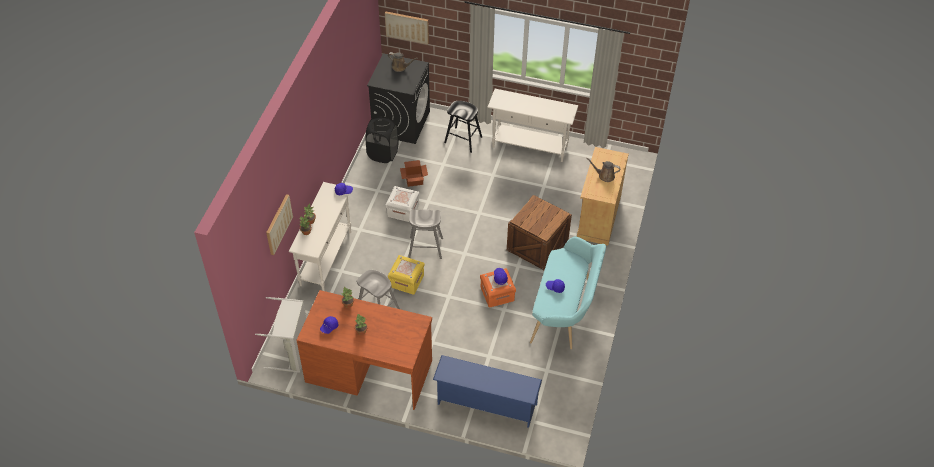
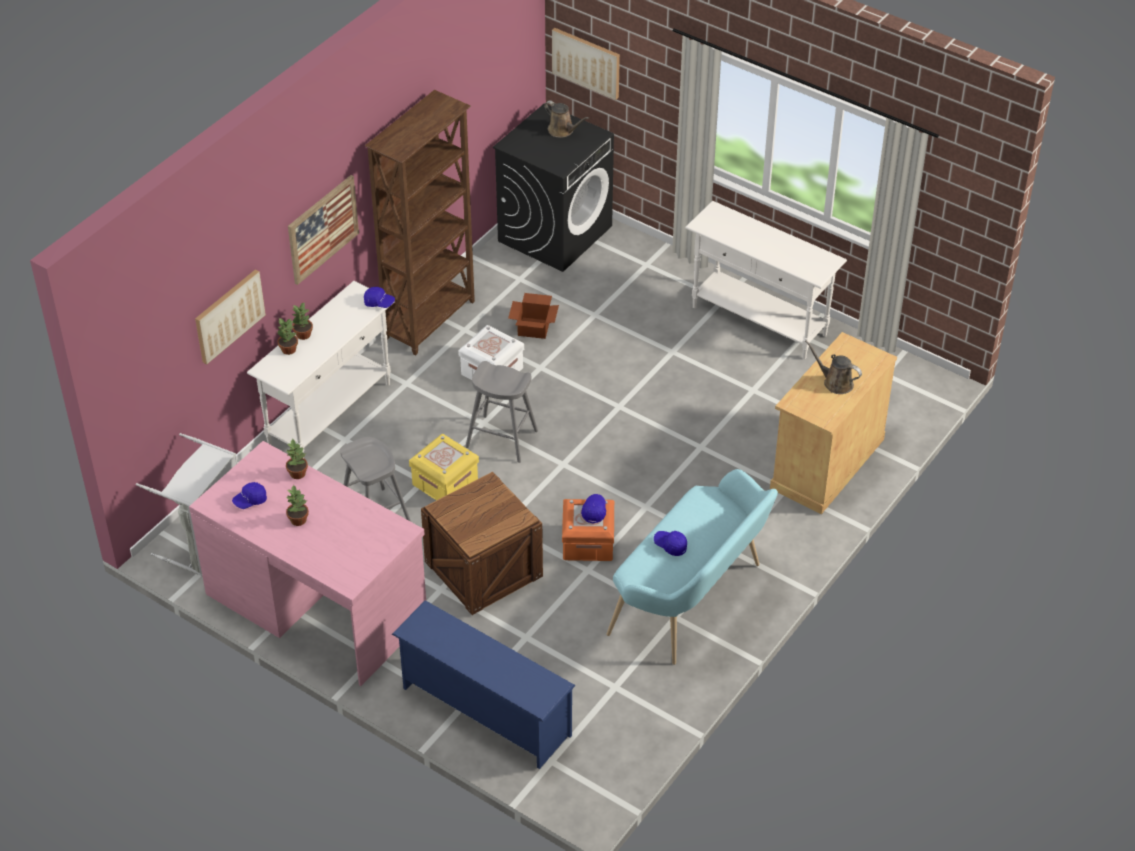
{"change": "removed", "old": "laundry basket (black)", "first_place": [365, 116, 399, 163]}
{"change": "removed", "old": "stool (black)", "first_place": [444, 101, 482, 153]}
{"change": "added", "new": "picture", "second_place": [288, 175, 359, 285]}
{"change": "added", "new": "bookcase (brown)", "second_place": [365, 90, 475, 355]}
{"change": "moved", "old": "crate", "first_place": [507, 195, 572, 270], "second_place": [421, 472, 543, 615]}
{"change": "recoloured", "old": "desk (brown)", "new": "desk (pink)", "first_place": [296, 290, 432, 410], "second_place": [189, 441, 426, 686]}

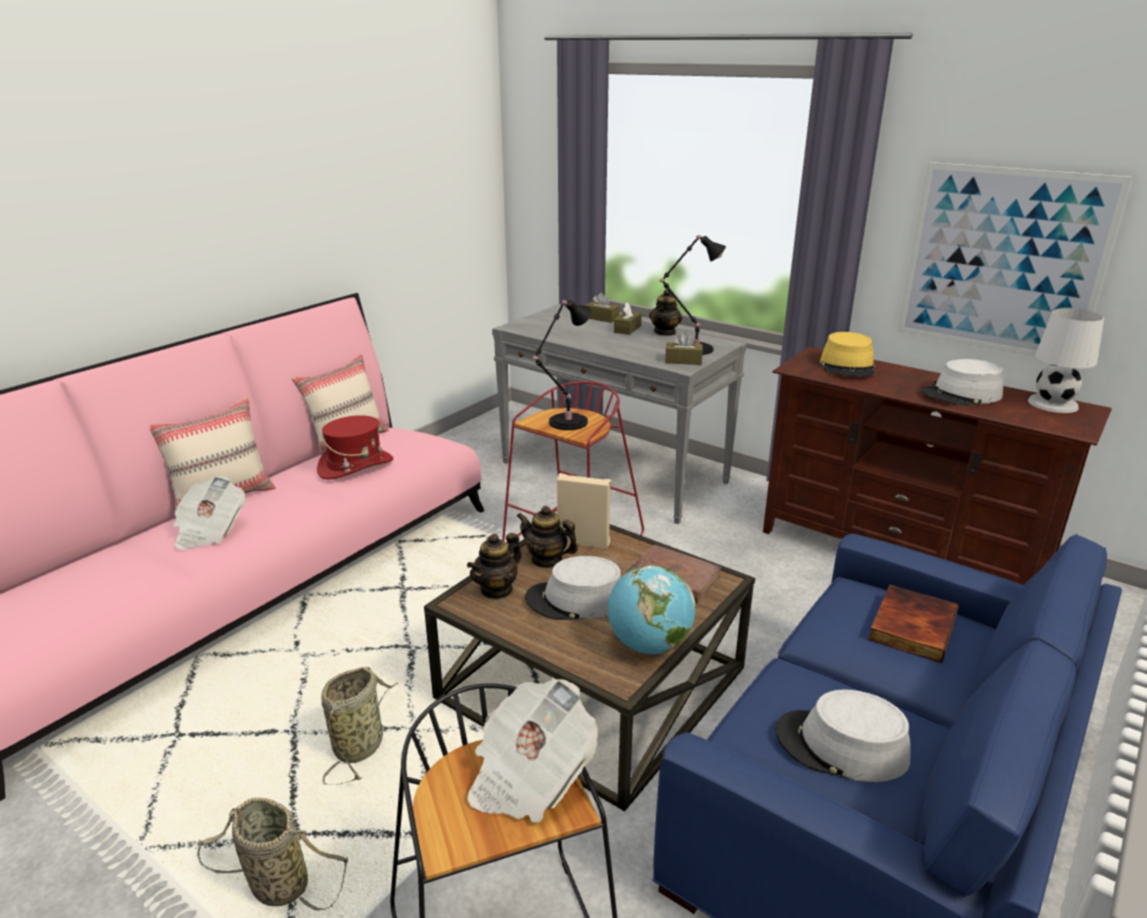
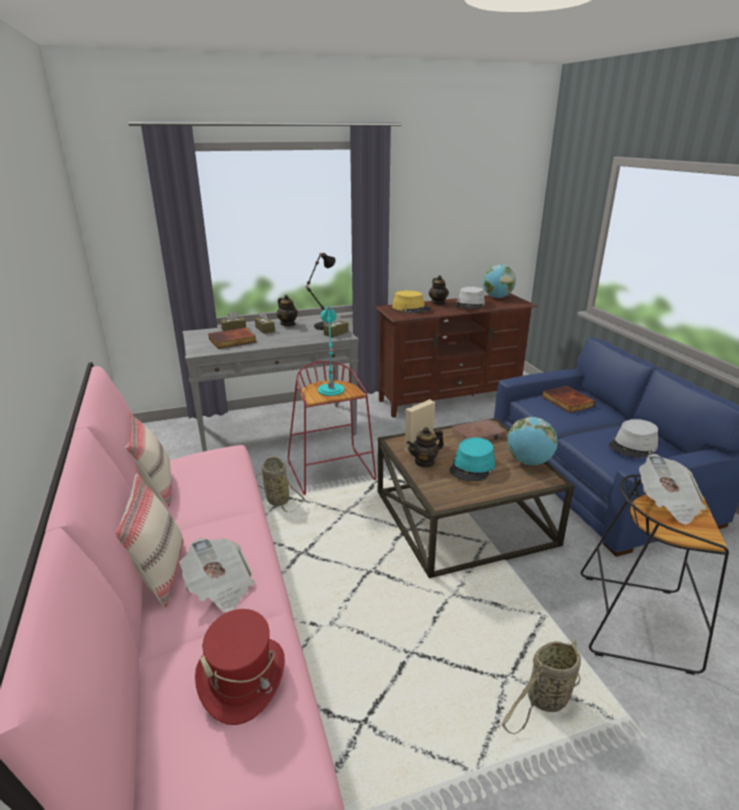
{"change": "removed", "old": "picture", "first_place": [898, 162, 1132, 357]}
{"change": "added", "new": "book", "second_place": [208, 327, 256, 349]}
{"change": "moved", "old": "hat (red)", "first_place": [317, 415, 394, 480], "second_place": [195, 609, 285, 725]}
{"change": "moved", "old": "basket", "first_place": [321, 667, 398, 785], "second_place": [256, 457, 305, 512]}
{"change": "moved", "old": "teapot", "first_place": [467, 533, 522, 600], "second_place": [429, 275, 449, 305]}
{"change": "replaced", "old": "table lamp (white)", "new": "globe", "first_place": [1028, 308, 1104, 413], "second_place": [483, 265, 516, 298]}
{"change": "recoloured", "old": "hat (grey)", "new": "hat (turquoise)", "first_place": [525, 556, 621, 620], "second_place": [449, 437, 495, 481]}
{"change": "recoloured", "old": "table lamp (black)", "new": "table lamp (turquoise)", "first_place": [533, 300, 591, 430], "second_place": [318, 306, 344, 396]}

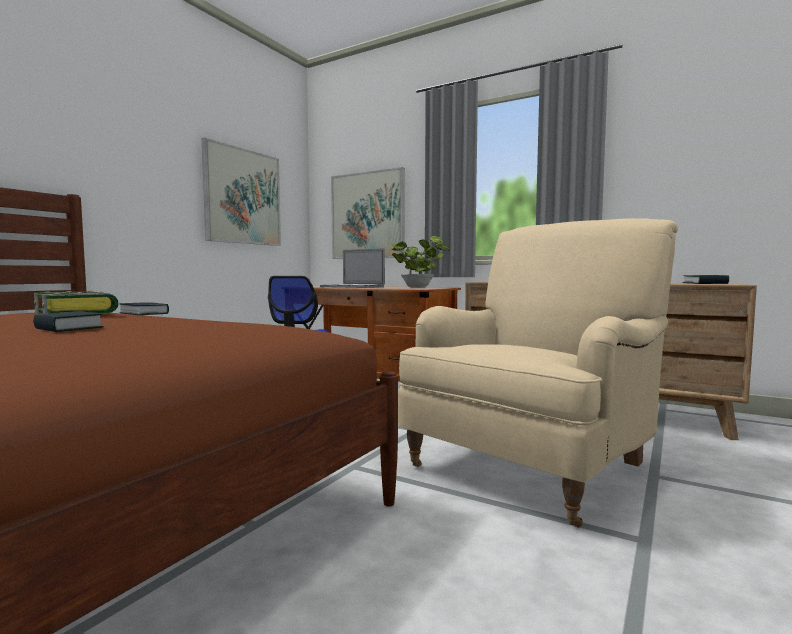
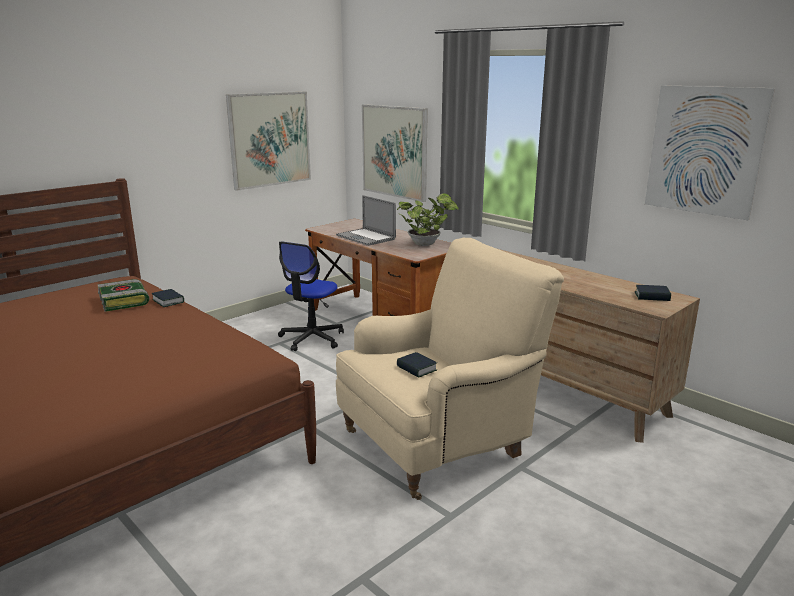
{"change": "added", "new": "picture", "second_place": [645, 85, 775, 220]}
{"change": "moved", "old": "book", "first_place": [33, 312, 103, 332], "second_place": [397, 352, 437, 378]}

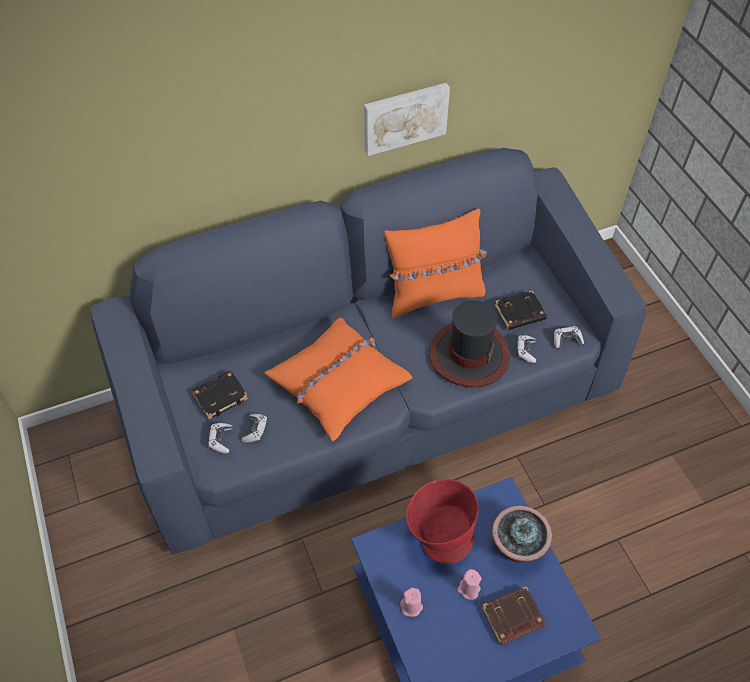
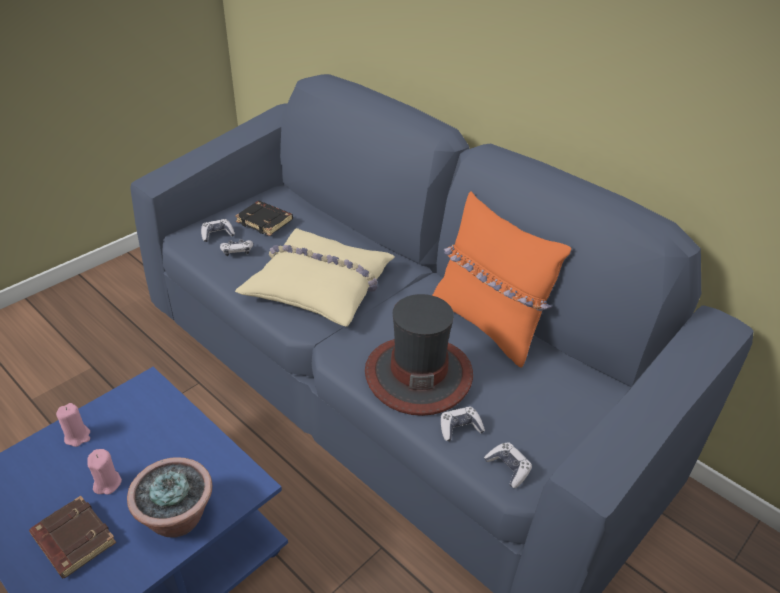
{"change": "removed", "old": "picture", "first_place": [364, 83, 450, 156]}
{"change": "removed", "old": "bowl (red)", "first_place": [406, 479, 478, 564]}
{"change": "removed", "old": "book (black)", "first_place": [495, 290, 547, 330]}
{"change": "recoloured", "old": "pillow (orange)", "new": "pillow (beige)", "first_place": [264, 317, 413, 441], "second_place": [235, 228, 395, 327]}

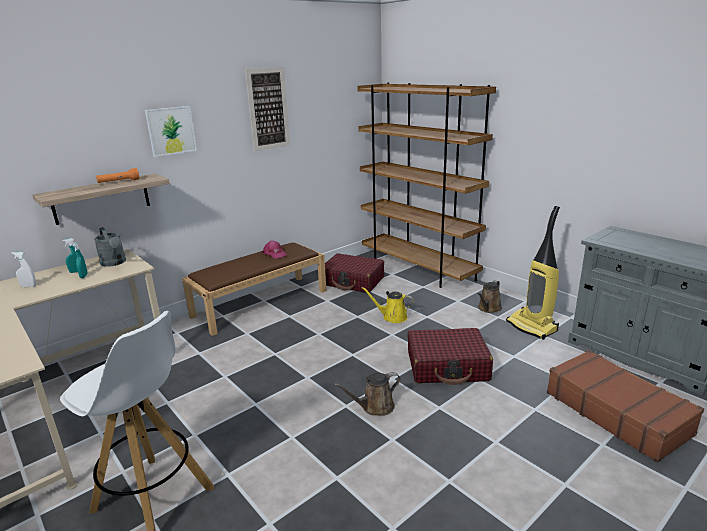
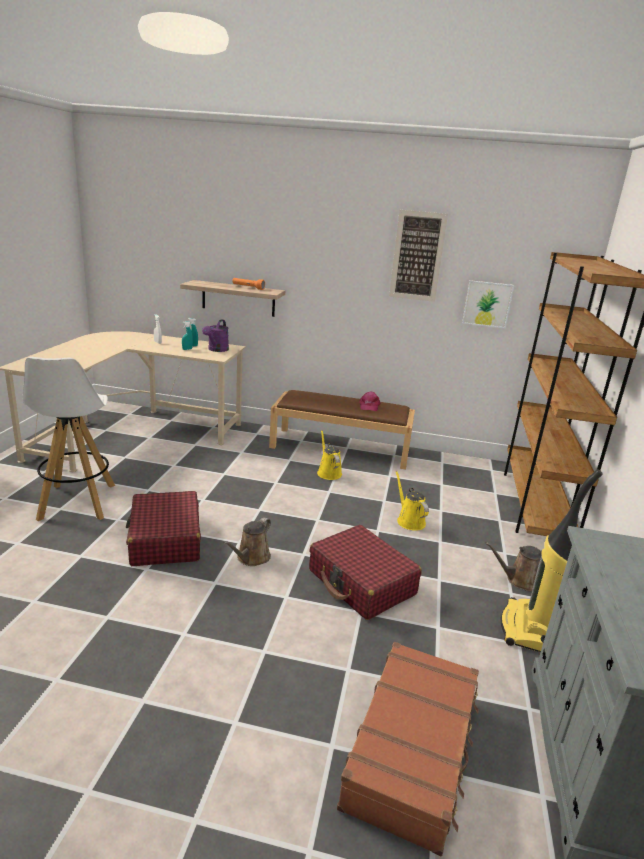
{"change": "added", "new": "watering can (yellow)", "second_place": [317, 430, 342, 480]}
{"change": "moved", "old": "picture", "first_place": [145, 106, 197, 157], "second_place": [462, 280, 514, 329]}
{"change": "moved", "old": "suitcase (red)", "first_place": [325, 253, 384, 293], "second_place": [126, 491, 201, 566]}
{"change": "recoloured", "old": "watering can (grey)", "new": "watering can (purple)", "first_place": [94, 227, 126, 267], "second_place": [202, 319, 229, 352]}
{"change": "turned", "old": "watering can (brown)", "first_place": [334, 372, 401, 416], "second_place": [223, 517, 271, 566], "degrees": -90}

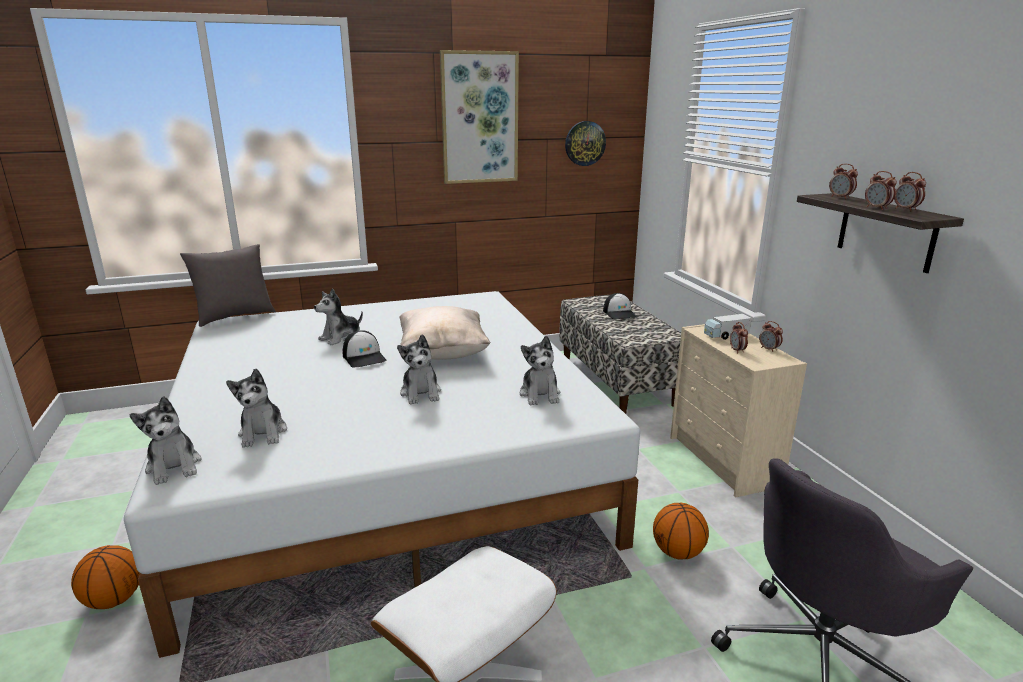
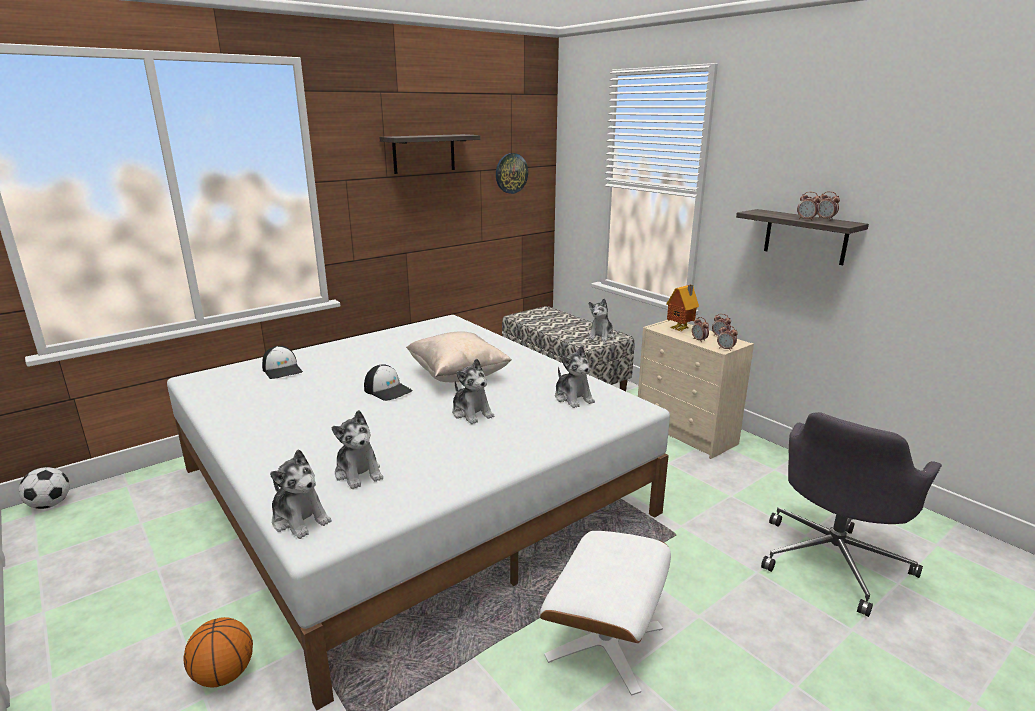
{"change": "removed", "old": "pillow (grey)", "first_place": [180, 244, 276, 327]}
{"change": "removed", "old": "basketball", "first_place": [653, 503, 709, 560]}
{"change": "added", "new": "football", "second_place": [19, 467, 70, 509]}
{"change": "moved", "old": "plush toy", "first_place": [314, 289, 363, 346], "second_place": [588, 298, 614, 342]}
{"change": "moved", "old": "cap", "first_place": [603, 293, 637, 319], "second_place": [262, 346, 303, 379]}
{"change": "moved", "old": "alarm clock", "first_place": [829, 164, 858, 199], "second_place": [717, 325, 738, 351]}
{"change": "replaced", "old": "picture", "new": "shelf", "first_place": [440, 50, 519, 184], "second_place": [379, 134, 480, 174]}
{"change": "replaced", "old": "toy truck", "new": "toy house", "first_place": [704, 314, 752, 340], "second_place": [666, 284, 699, 331]}

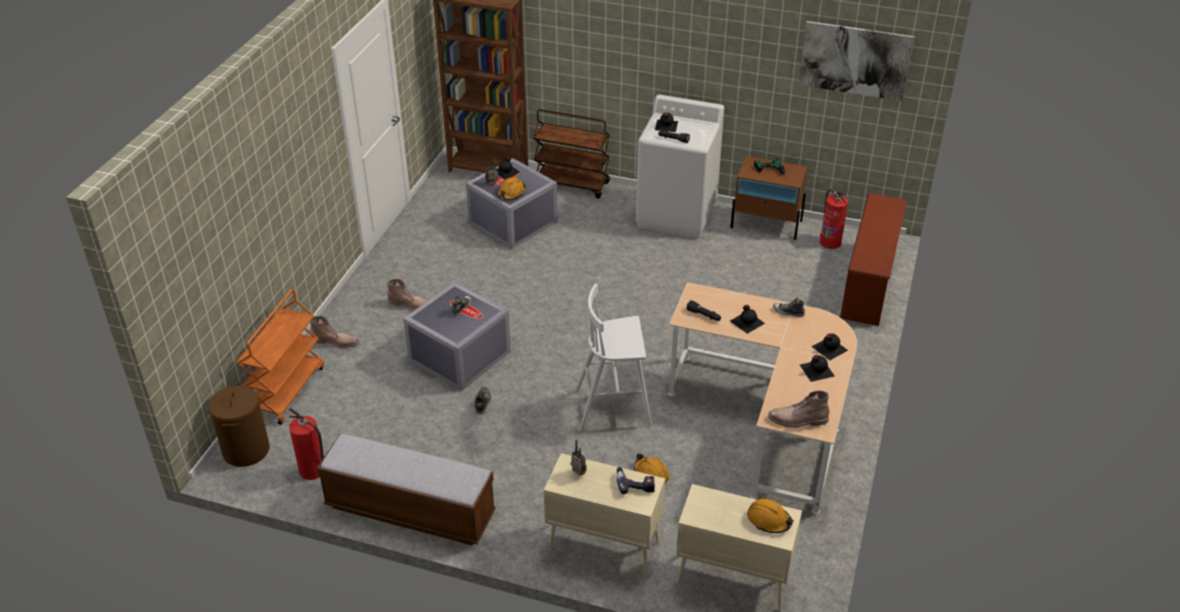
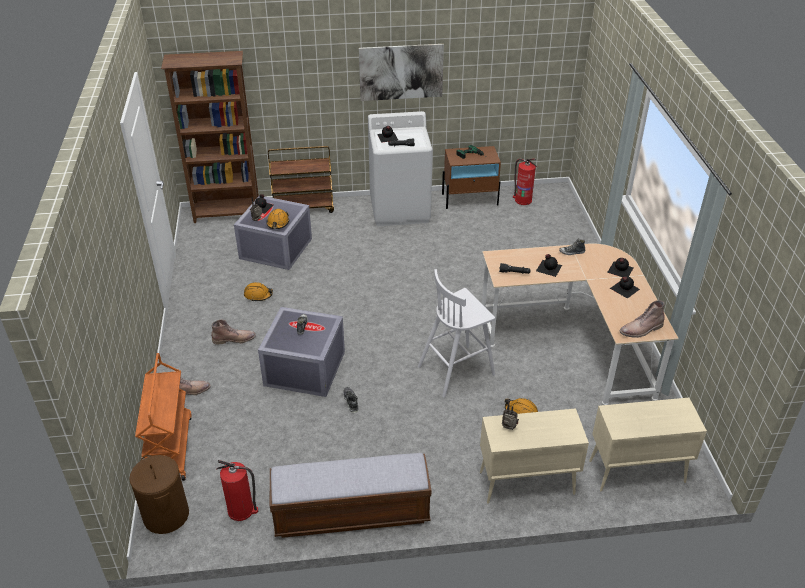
{"change": "removed", "old": "power drill", "first_place": [617, 467, 655, 494]}
{"change": "removed", "old": "shoe rack (brown)", "first_place": [840, 193, 907, 326]}
{"change": "moved", "old": "hard hat (orange)", "first_place": [747, 497, 794, 533], "second_place": [244, 282, 273, 302]}
{"change": "moved", "old": "picture", "first_place": [799, 21, 915, 101], "second_place": [359, 44, 444, 101]}

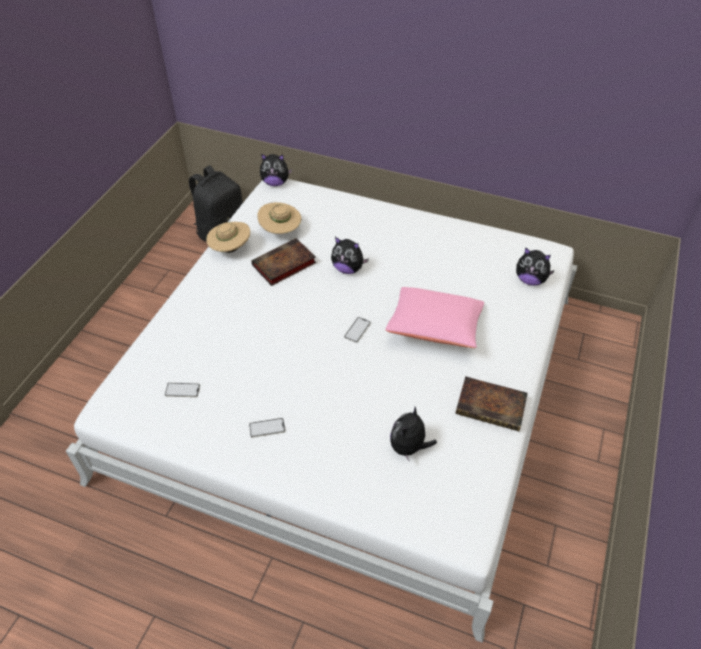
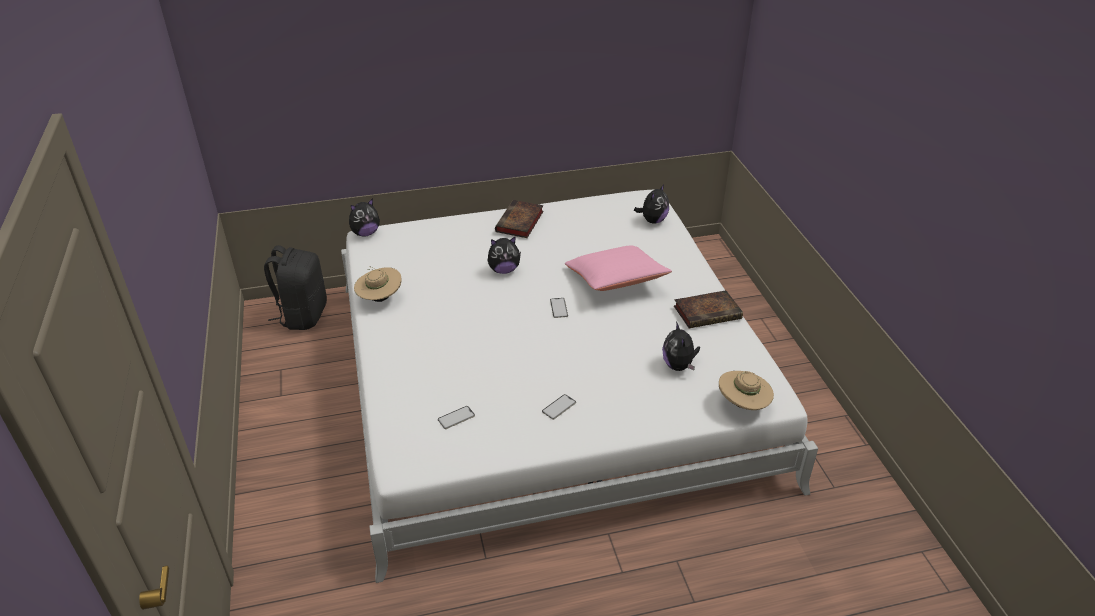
{"change": "moved", "old": "book", "first_place": [251, 238, 316, 286], "second_place": [495, 200, 544, 238]}
{"change": "moved", "old": "hat (beige)", "first_place": [257, 202, 301, 234], "second_place": [719, 371, 774, 410]}
{"change": "turned", "old": "plush toy", "first_place": [516, 247, 555, 286], "second_place": [634, 184, 669, 224], "degrees": -45}

